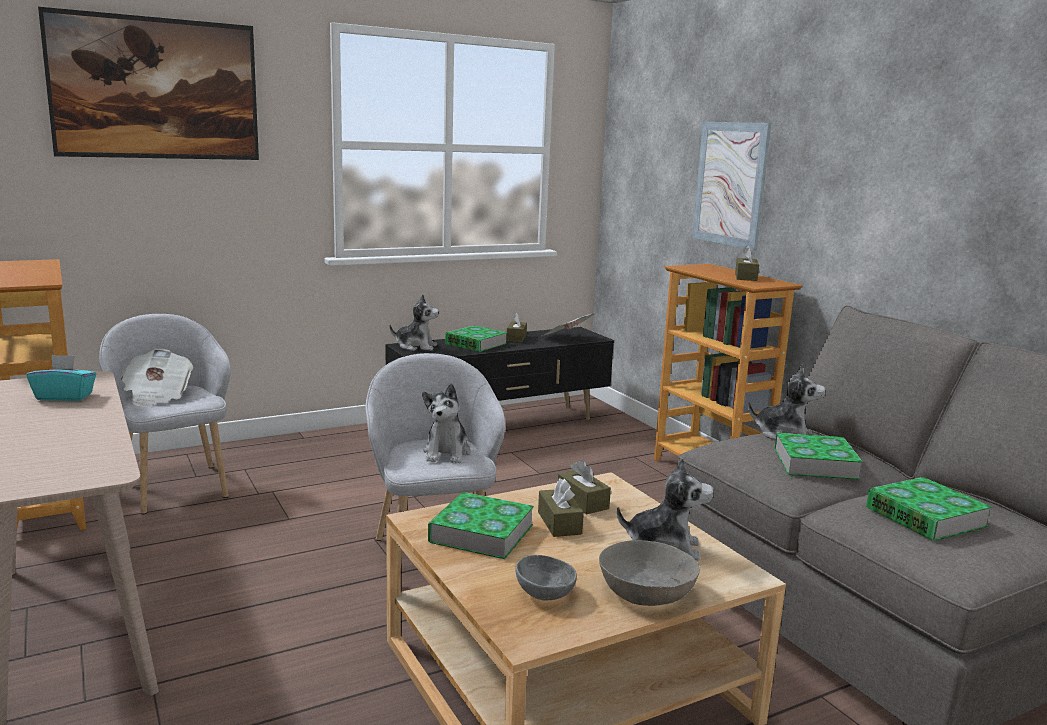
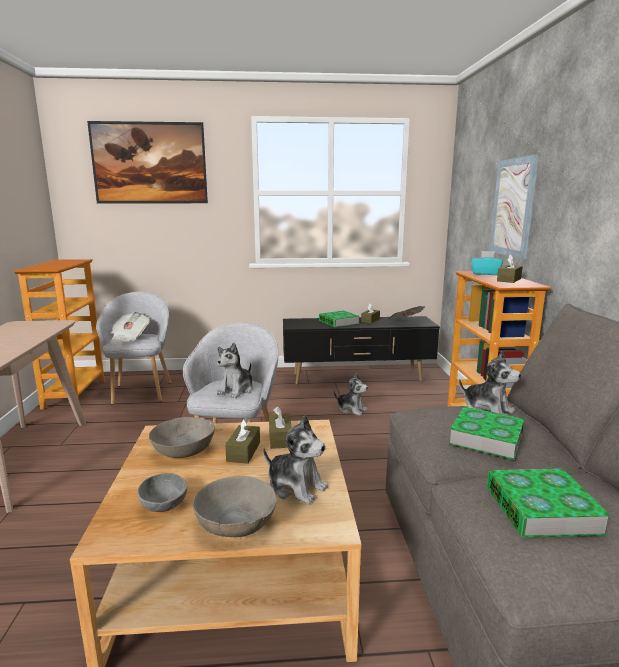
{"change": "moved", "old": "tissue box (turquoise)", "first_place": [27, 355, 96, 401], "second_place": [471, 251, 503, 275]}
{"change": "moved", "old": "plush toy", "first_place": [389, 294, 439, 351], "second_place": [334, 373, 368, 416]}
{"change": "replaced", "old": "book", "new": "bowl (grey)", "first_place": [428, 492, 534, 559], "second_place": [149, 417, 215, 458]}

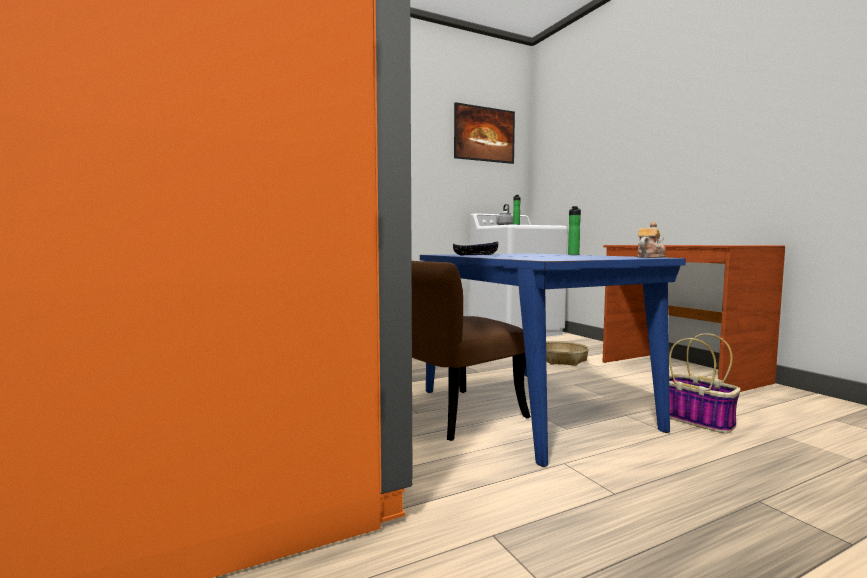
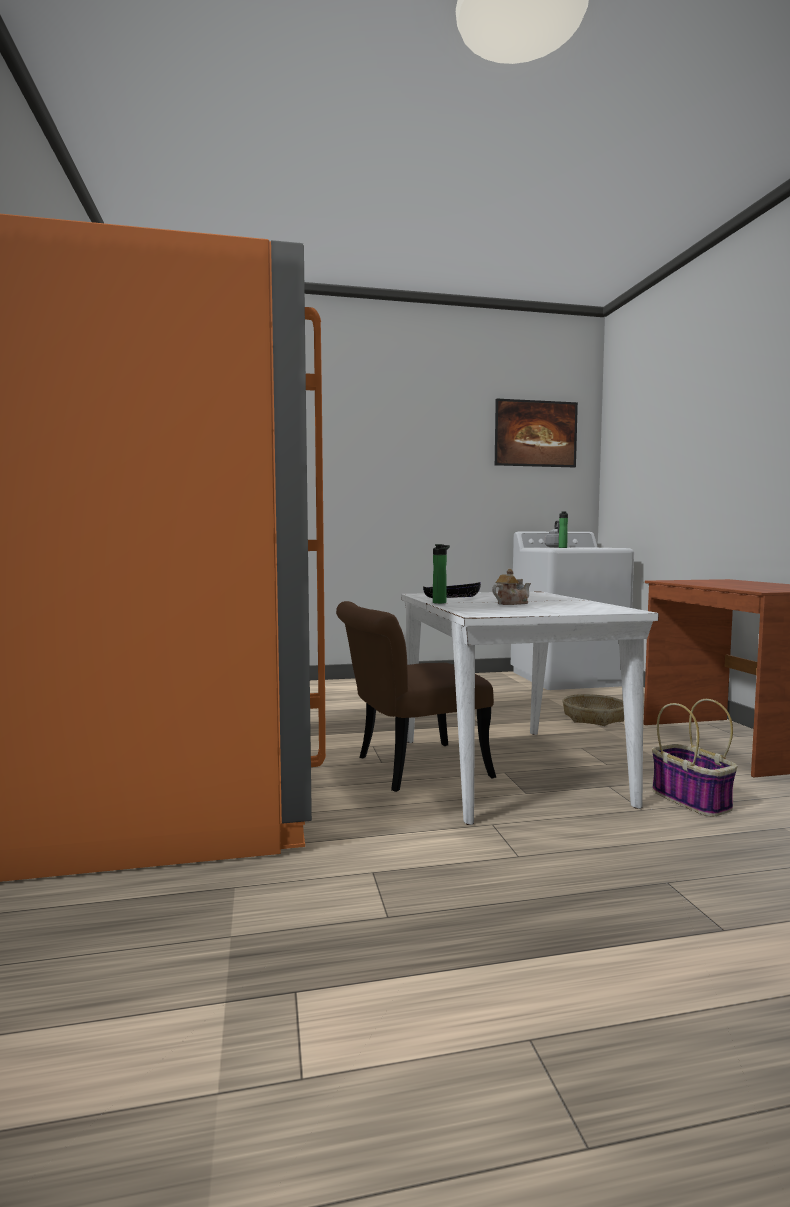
{"change": "moved", "old": "bottle", "first_place": [568, 206, 581, 255], "second_place": [433, 544, 450, 604]}
{"change": "moved", "old": "teapot", "first_place": [637, 222, 666, 258], "second_place": [492, 569, 531, 605]}
{"change": "recoloured", "old": "dining table (blue)", "new": "dining table (white)", "first_place": [420, 253, 686, 467], "second_place": [401, 591, 659, 825]}

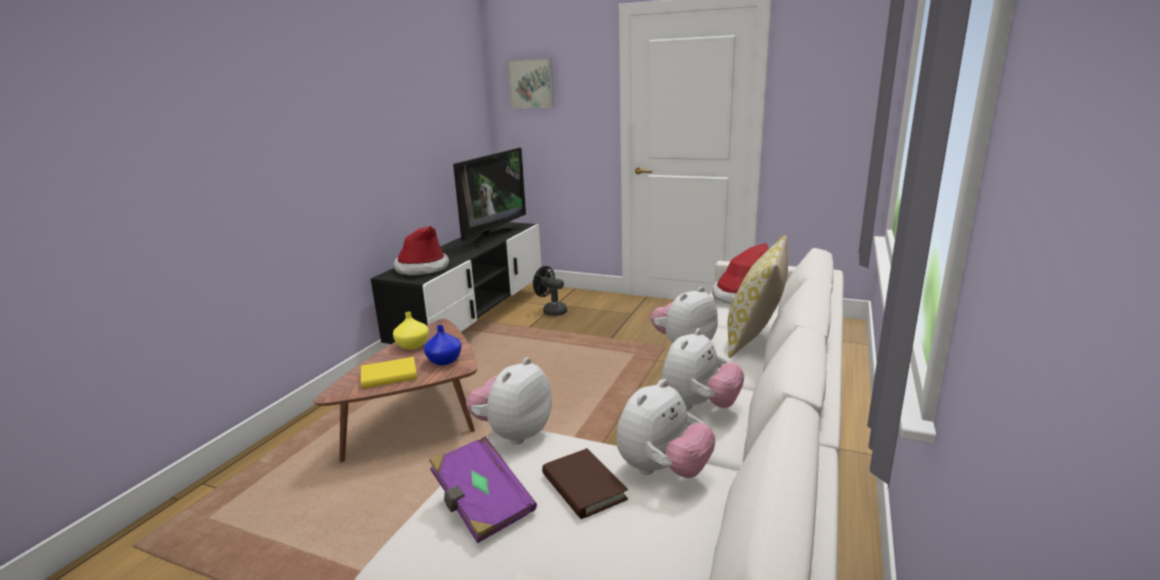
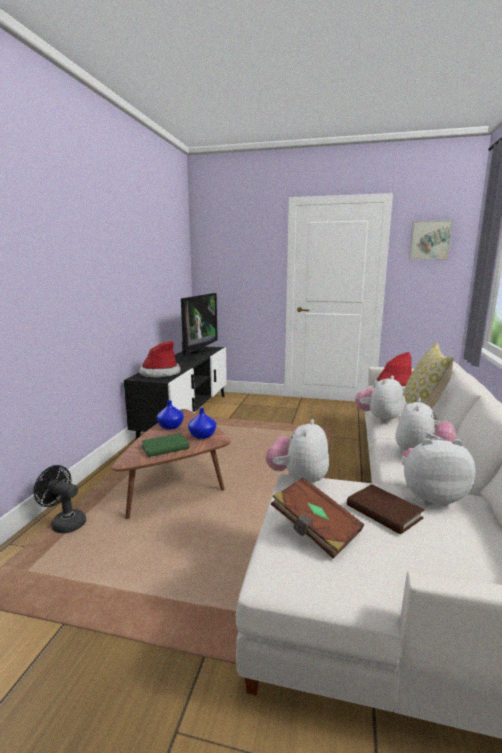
{"change": "moved", "old": "picture", "first_place": [507, 58, 554, 108], "second_place": [409, 220, 453, 259]}
{"change": "moved", "old": "fan (black)", "first_place": [533, 266, 567, 316], "second_place": [34, 465, 86, 533]}
{"change": "recoloured", "old": "book (yellow)", "new": "book (green)", "first_place": [361, 357, 417, 388], "second_place": [141, 433, 189, 457]}
{"change": "recoloured", "old": "vase (yellow)", "new": "vase (blue)", "first_place": [393, 312, 429, 350], "second_place": [157, 400, 184, 430]}
{"change": "recoloured", "old": "book (purple)", "new": "book (brown)", "first_place": [429, 437, 537, 543], "second_place": [271, 478, 364, 559]}
{"change": "turned", "old": "plush toy", "first_place": [616, 379, 715, 478], "second_place": [402, 438, 475, 506], "degrees": -120}

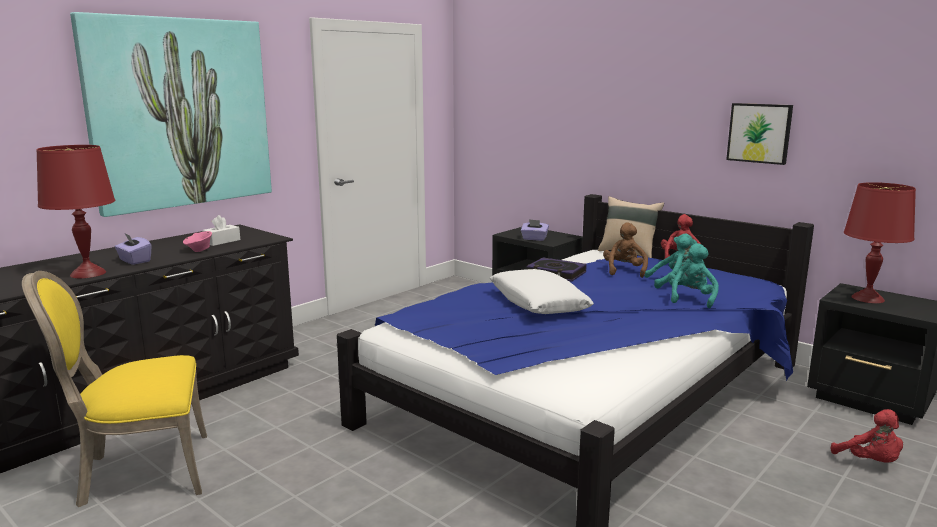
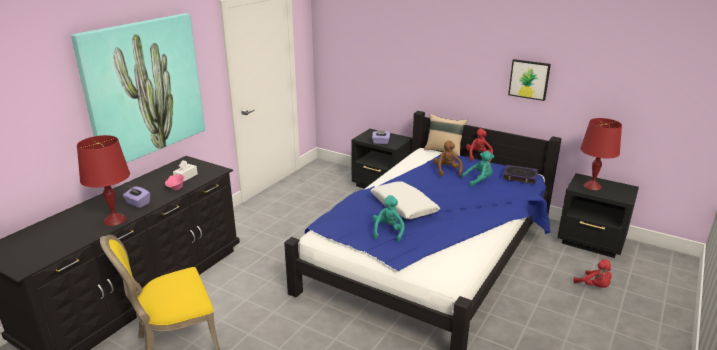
{"change": "moved", "old": "book", "first_place": [527, 257, 587, 282], "second_place": [503, 165, 538, 184]}
{"change": "moved", "old": "plush toy (turquoise)", "first_place": [668, 243, 719, 309], "second_place": [372, 195, 405, 242]}

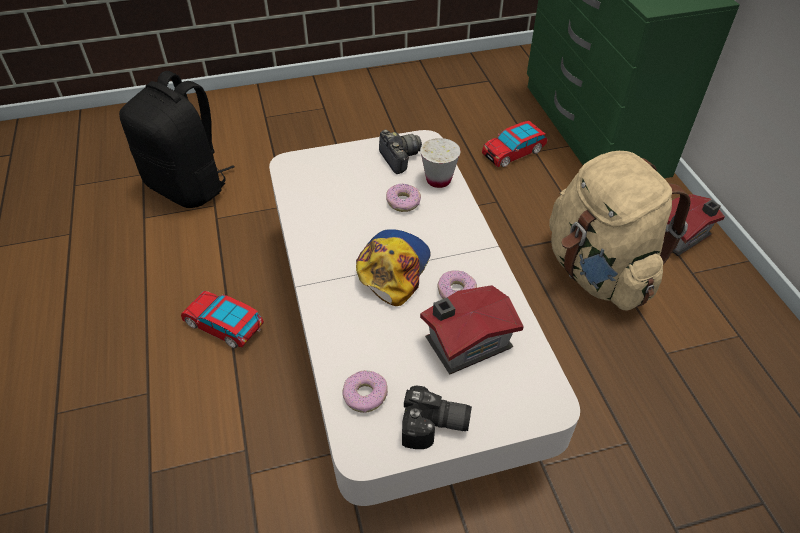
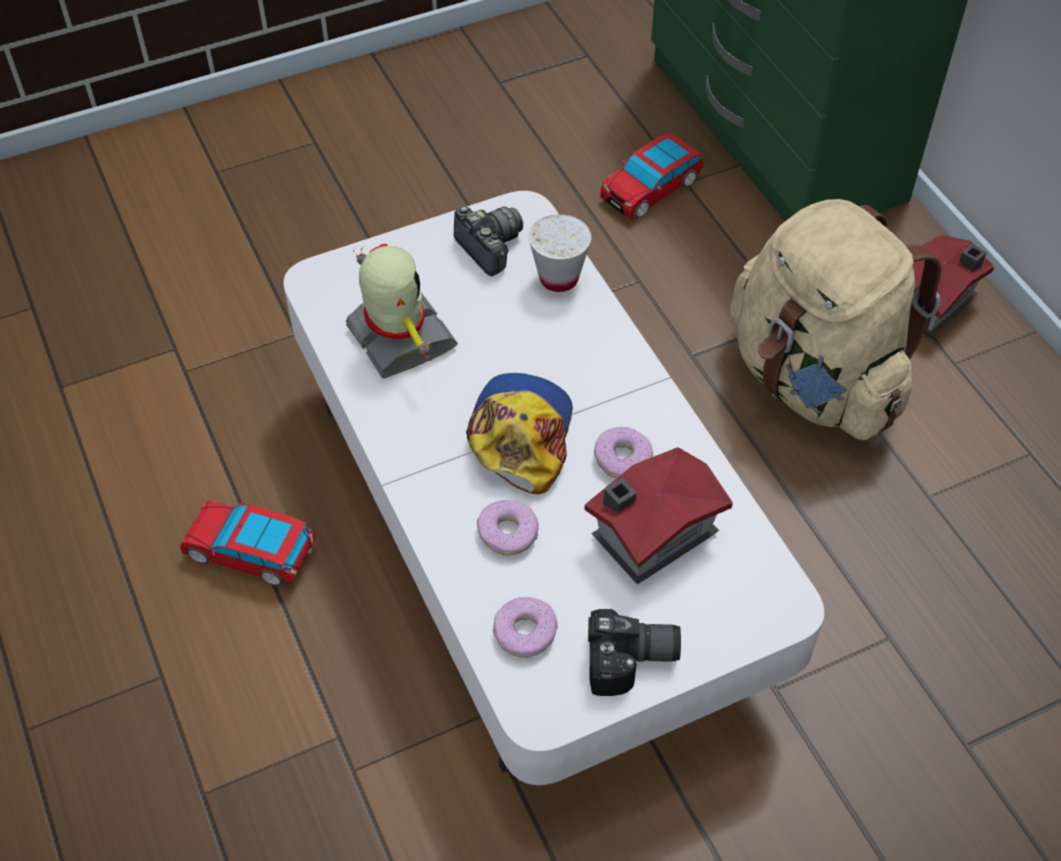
{"change": "removed", "old": "backpack (black)", "first_place": [119, 71, 235, 208]}
{"change": "added", "new": "toy robot", "second_place": [346, 243, 458, 379]}
{"change": "moved", "old": "donut", "first_place": [386, 184, 421, 212], "second_place": [477, 500, 538, 555]}

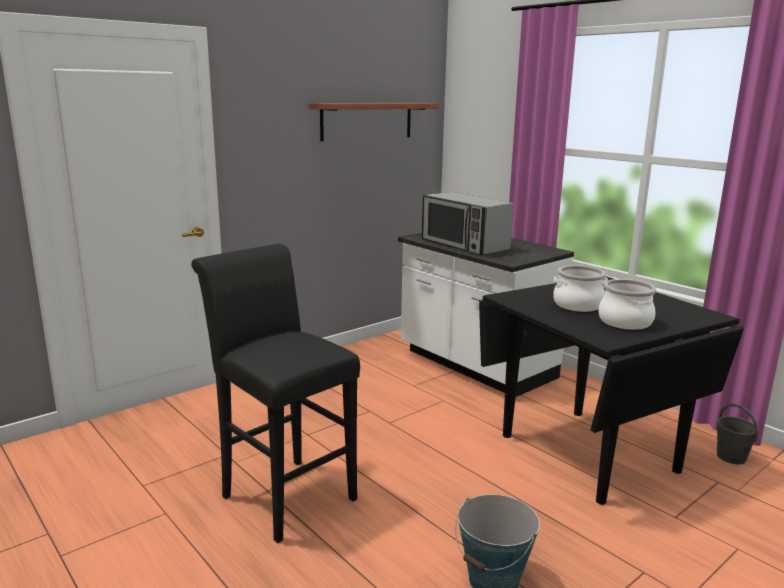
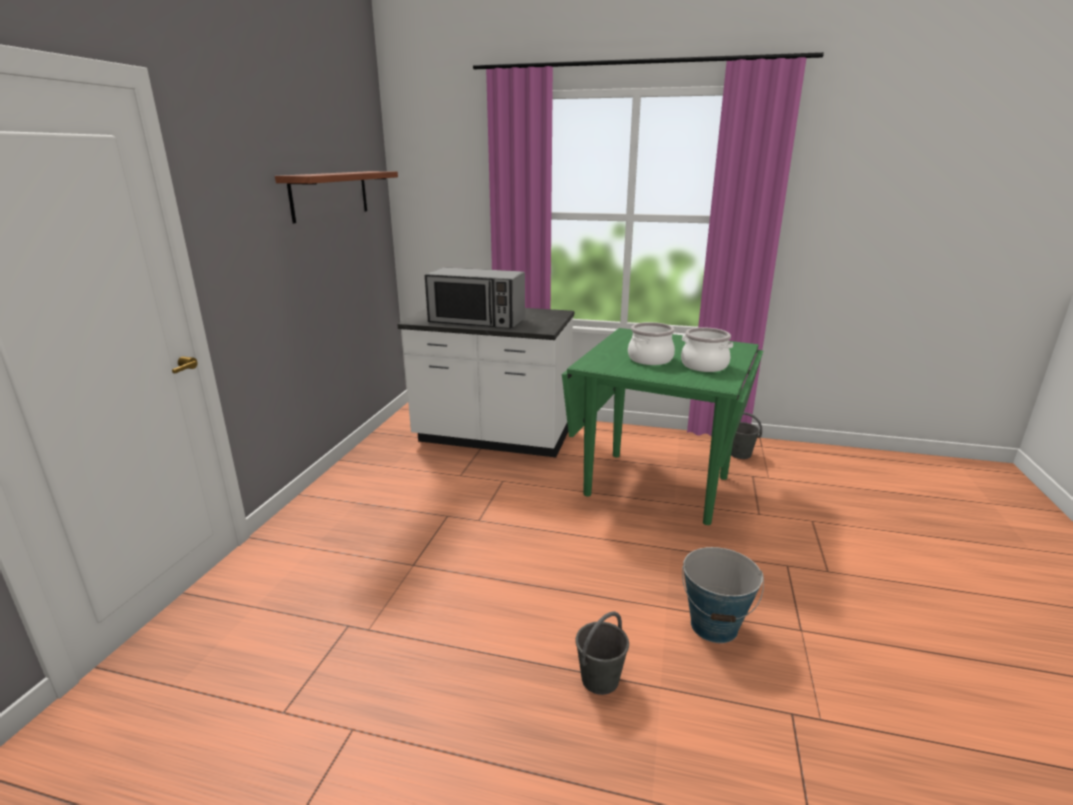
{"change": "removed", "old": "stool (black)", "first_place": [191, 244, 360, 543]}
{"change": "added", "new": "bucket (grey)", "second_place": [576, 612, 629, 695]}
{"change": "recoloured", "old": "dining table (black)", "new": "dining table (green)", "first_place": [479, 276, 744, 505], "second_place": [562, 328, 763, 525]}

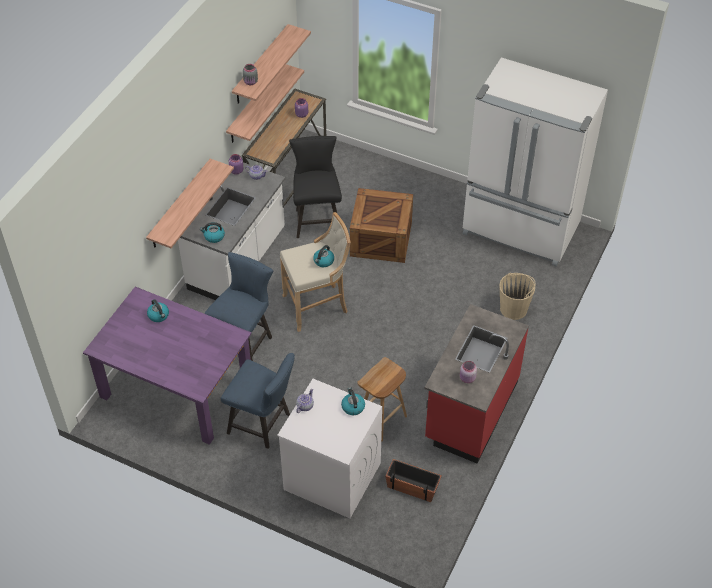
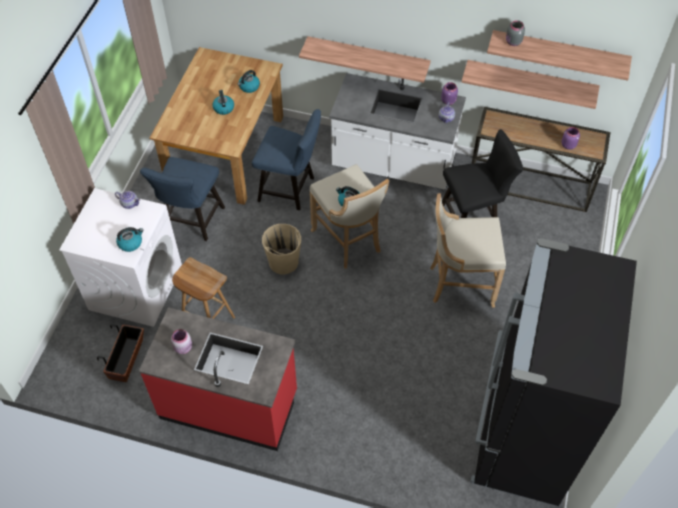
{"change": "moved", "old": "kettle", "first_place": [200, 222, 225, 243], "second_place": [212, 90, 234, 115]}
{"change": "moved", "old": "bucket (beige)", "first_place": [499, 273, 536, 320], "second_place": [262, 224, 301, 274]}
{"change": "replaced", "old": "crate", "new": "stool (beige)", "first_place": [350, 188, 413, 263], "second_place": [430, 193, 506, 308]}
{"change": "recoloured", "old": "dining table (purple)", "new": "dining table (brown)", "first_place": [83, 287, 252, 445], "second_place": [150, 47, 283, 205]}
{"change": "recoloured", "old": "fridge (white)", "new": "fridge (black)", "first_place": [463, 58, 608, 266], "second_place": [470, 238, 637, 506]}

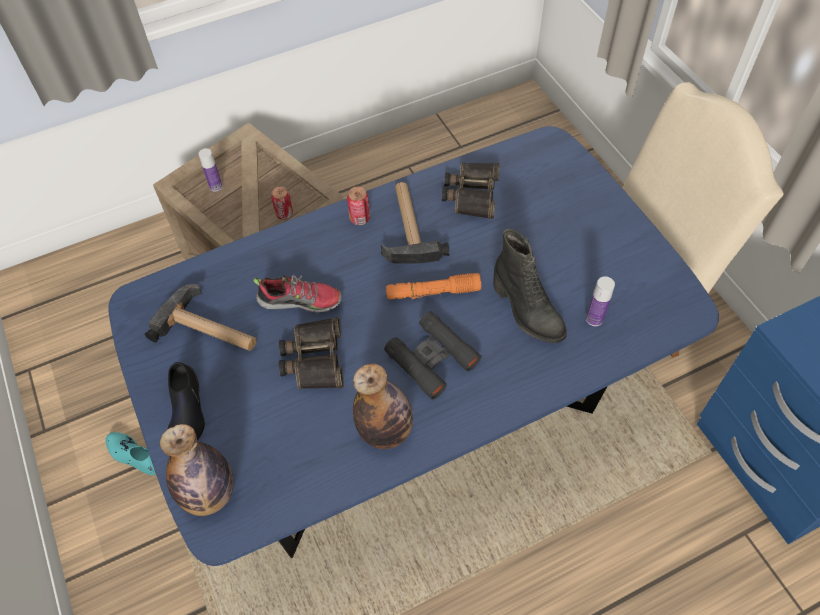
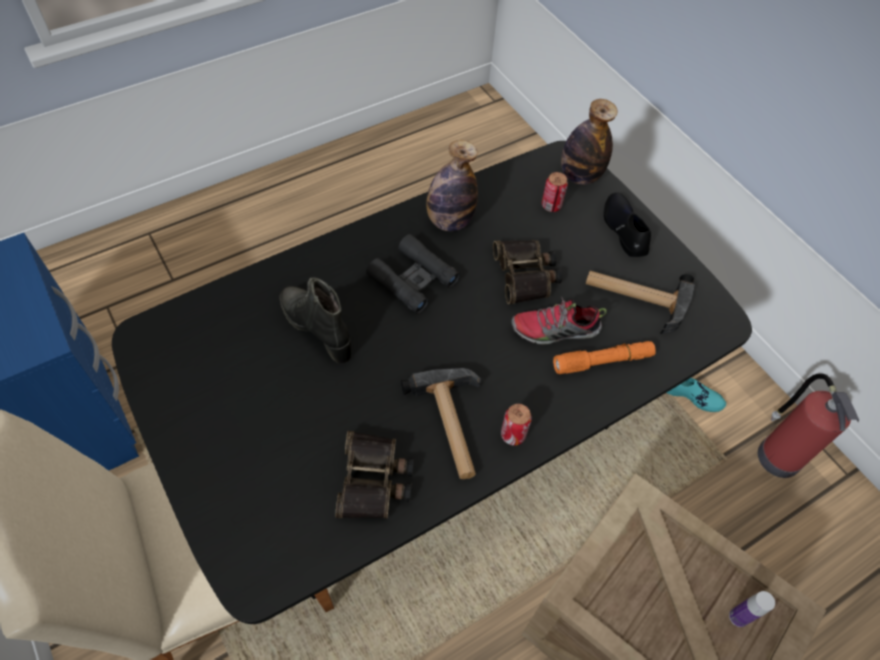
{"change": "removed", "old": "bottle", "first_place": [586, 276, 615, 326]}
{"change": "added", "new": "fire extinguisher", "second_place": [758, 373, 859, 478]}
{"change": "moved", "old": "can", "first_place": [271, 187, 293, 220], "second_place": [542, 172, 568, 212]}
{"change": "moved", "old": "flashlight (orange)", "first_place": [386, 273, 481, 299], "second_place": [553, 341, 656, 374]}
{"change": "recoloured", "old": "dining table (blue)", "new": "dining table (black)", "first_place": [108, 126, 719, 566], "second_place": [112, 141, 752, 624]}

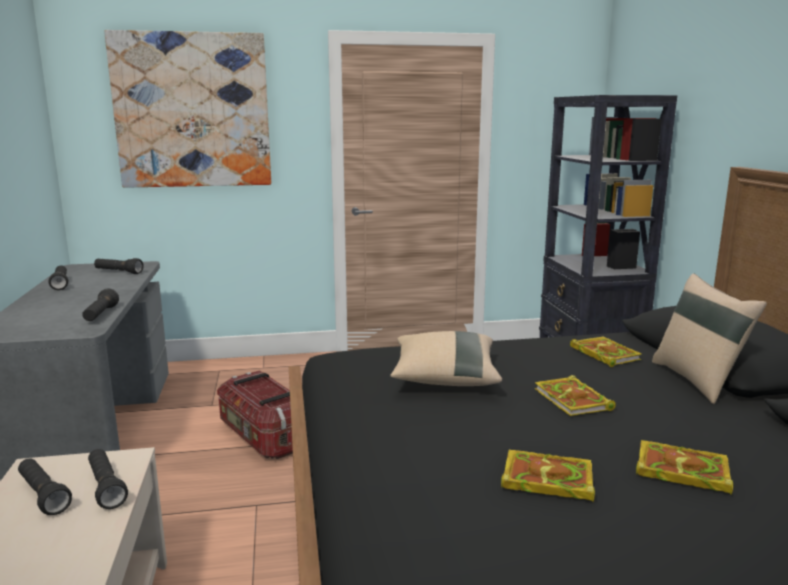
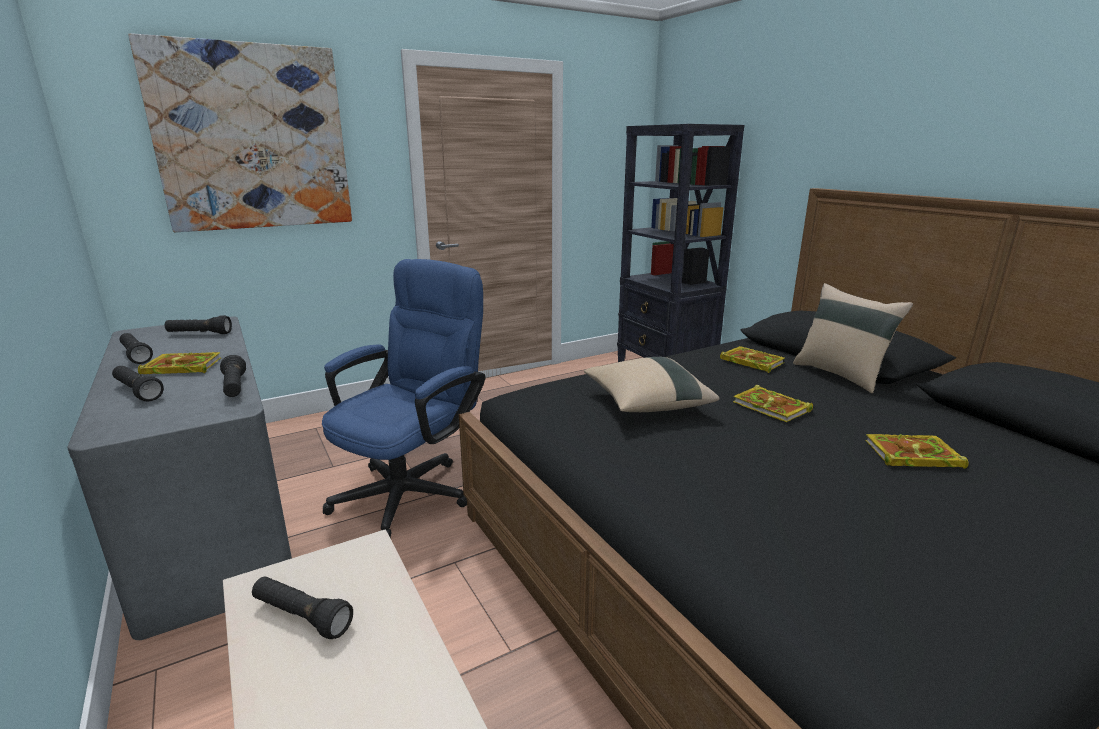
{"change": "moved", "old": "flashlight (black)", "first_place": [88, 449, 128, 509], "second_place": [112, 366, 164, 402]}
{"change": "moved", "old": "book", "first_place": [501, 450, 595, 502], "second_place": [138, 352, 221, 374]}
{"change": "replaced", "old": "storage box", "new": "office chair (blue)", "first_place": [217, 371, 293, 459], "second_place": [322, 259, 486, 538]}

